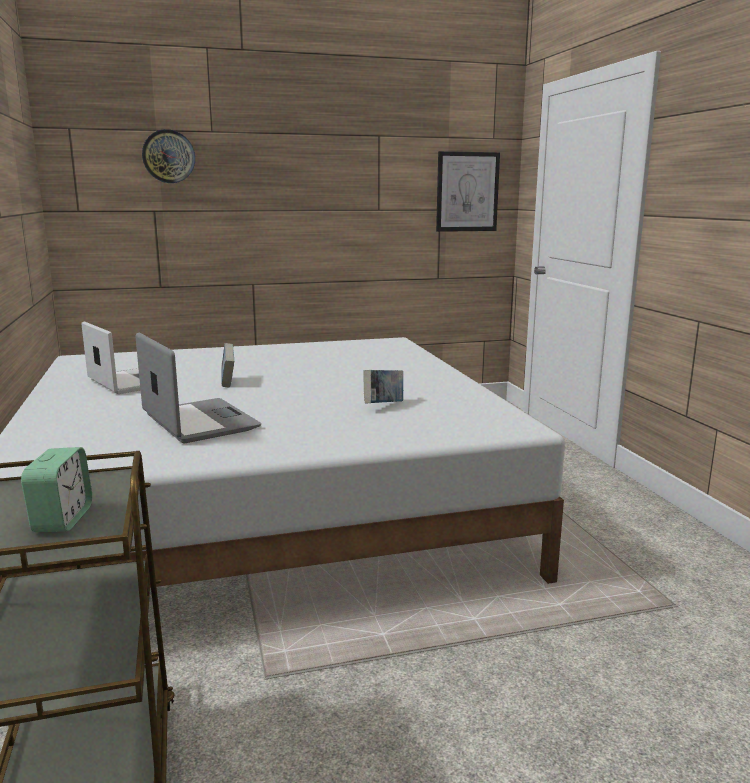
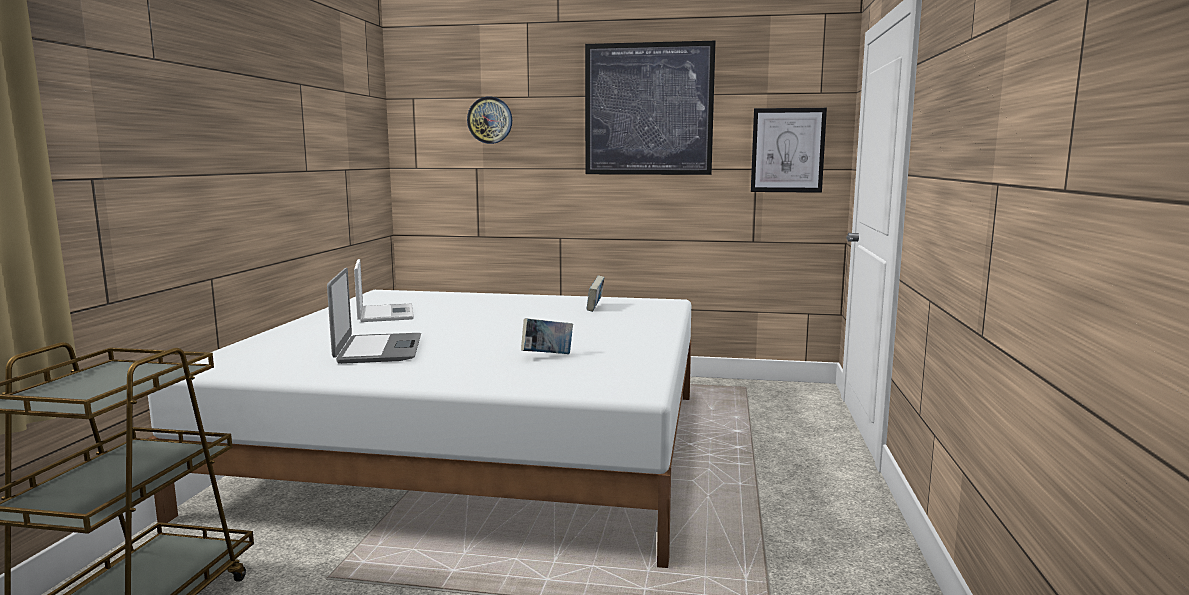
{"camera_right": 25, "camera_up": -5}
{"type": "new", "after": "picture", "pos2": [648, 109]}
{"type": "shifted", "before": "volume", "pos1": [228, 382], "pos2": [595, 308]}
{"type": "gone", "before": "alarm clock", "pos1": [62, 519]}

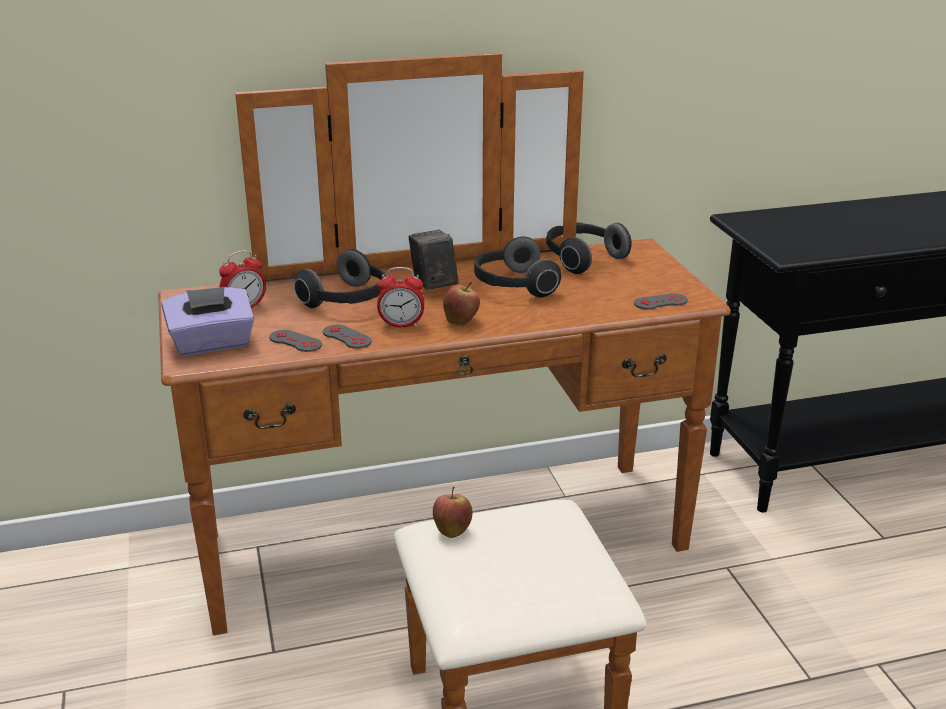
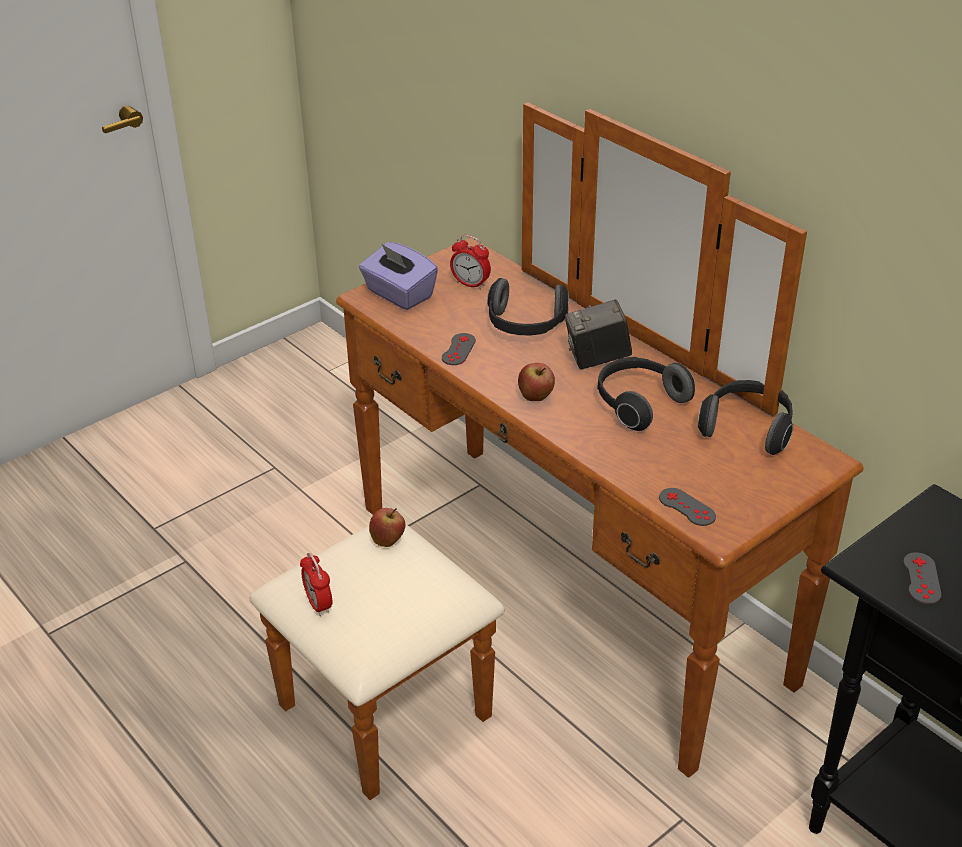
{"camera_right": 65, "camera_up": 10}
{"type": "shifted", "before": "alarm clock", "pos1": [401, 325], "pos2": [318, 604]}
{"type": "rotated", "before": "photo camera", "pos1": [433, 285], "pos2": [597, 359], "turn": -150}
{"type": "shifted", "before": "game controller/greyish", "pos1": [295, 341], "pos2": [921, 578]}

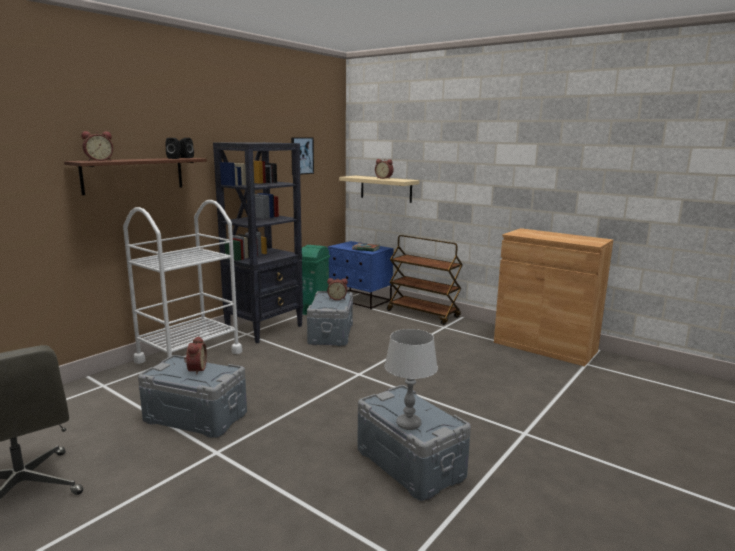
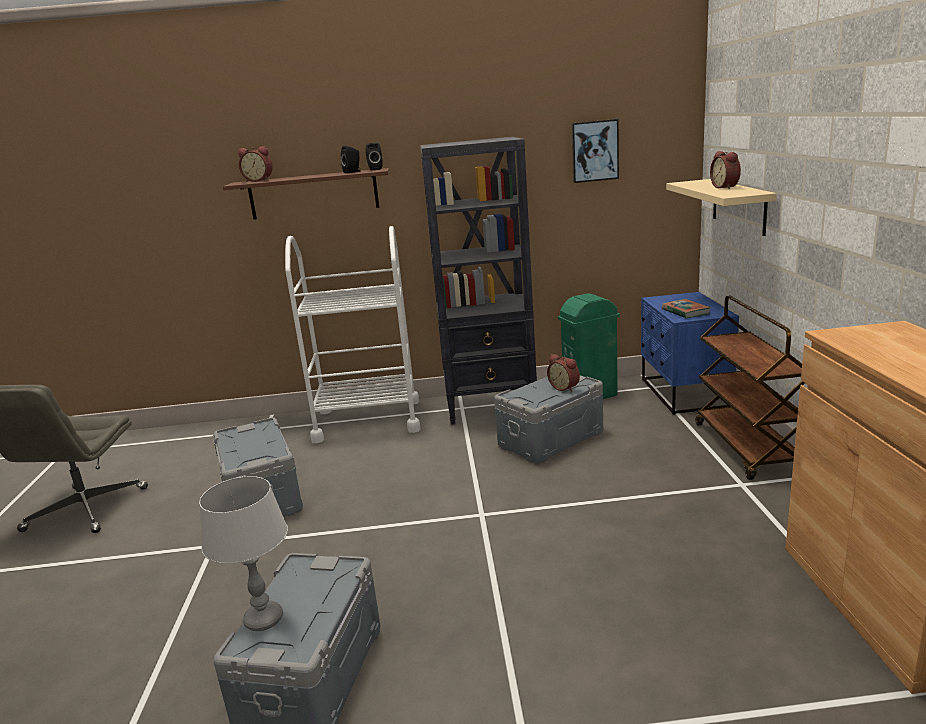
{"camera_right": 50, "camera_up": 5}
{"type": "gone", "before": "alarm clock", "pos1": [195, 369]}

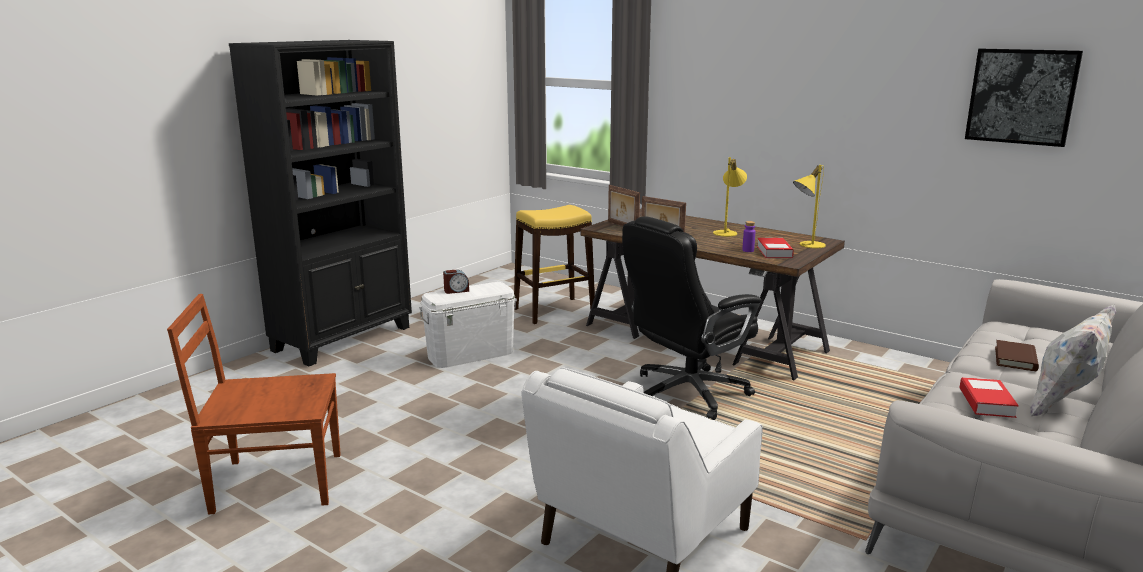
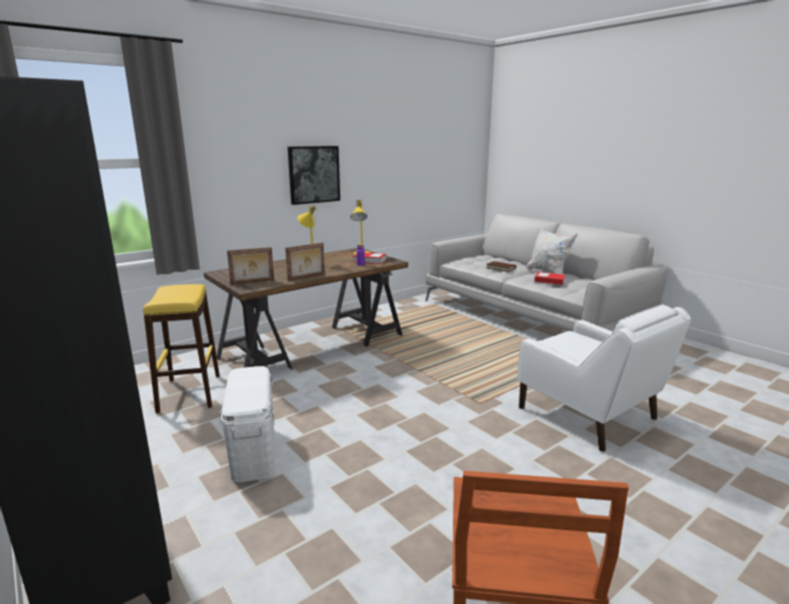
{"camera_right": -75, "camera_up": 0}
{"type": "shifted", "before": "picture", "pos1": [1021, 96], "pos2": [314, 174]}
{"type": "gone", "before": "alarm clock", "pos1": [456, 291]}
{"type": "gone", "before": "desk chair/black-coloured", "pos1": [686, 393]}

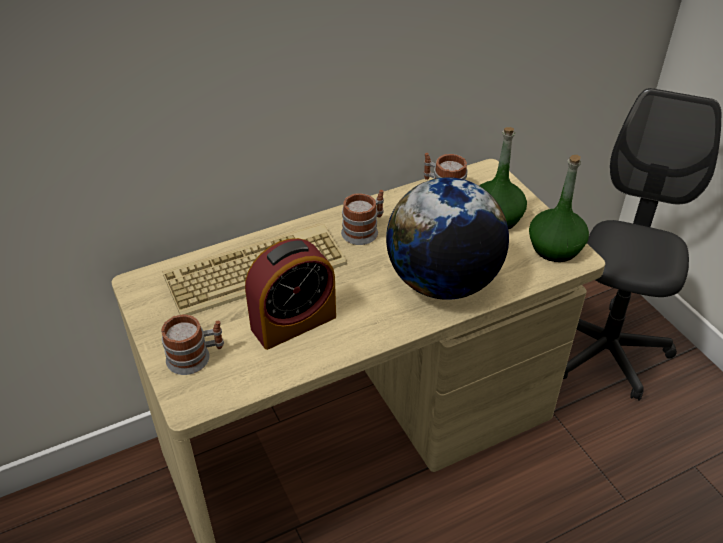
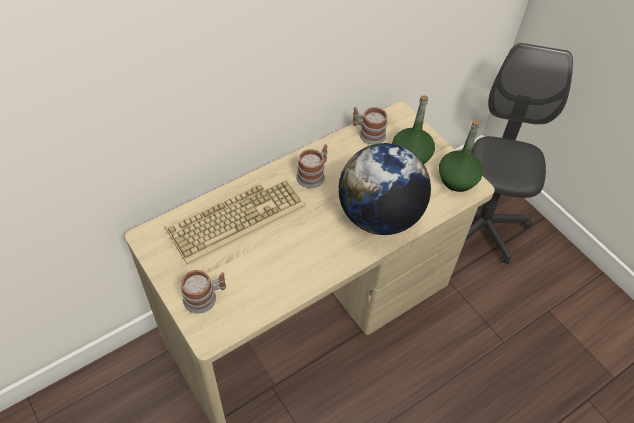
{"camera_right": -10, "camera_up": 10}
{"type": "gone", "before": "alarm clock", "pos1": [293, 322]}

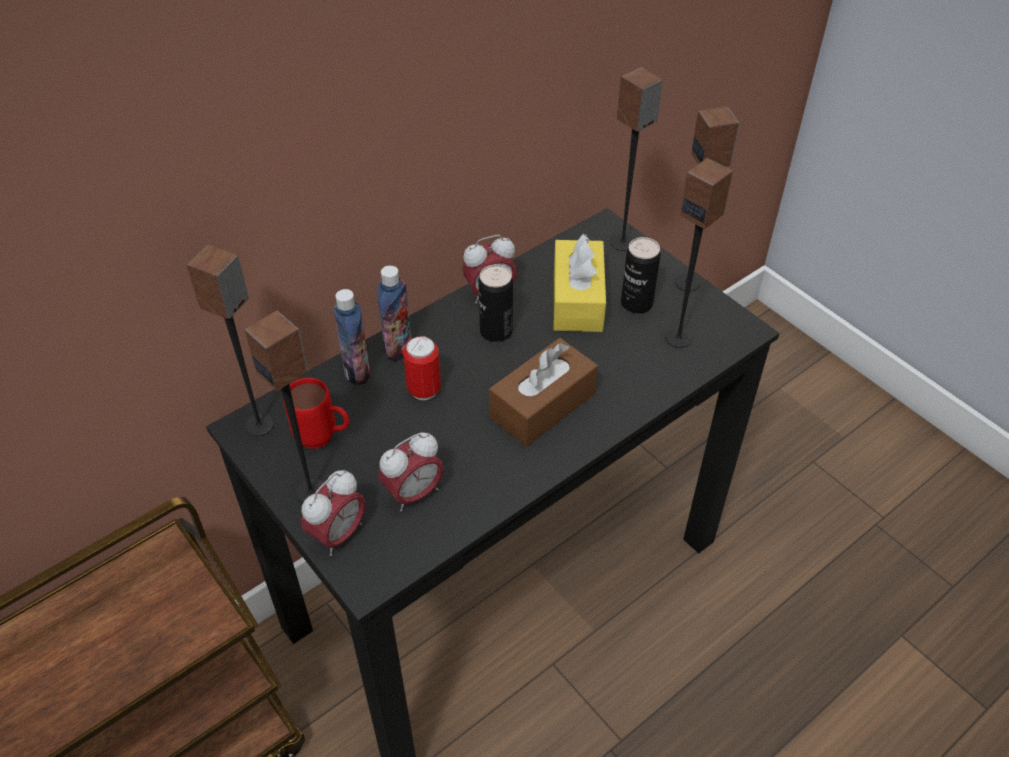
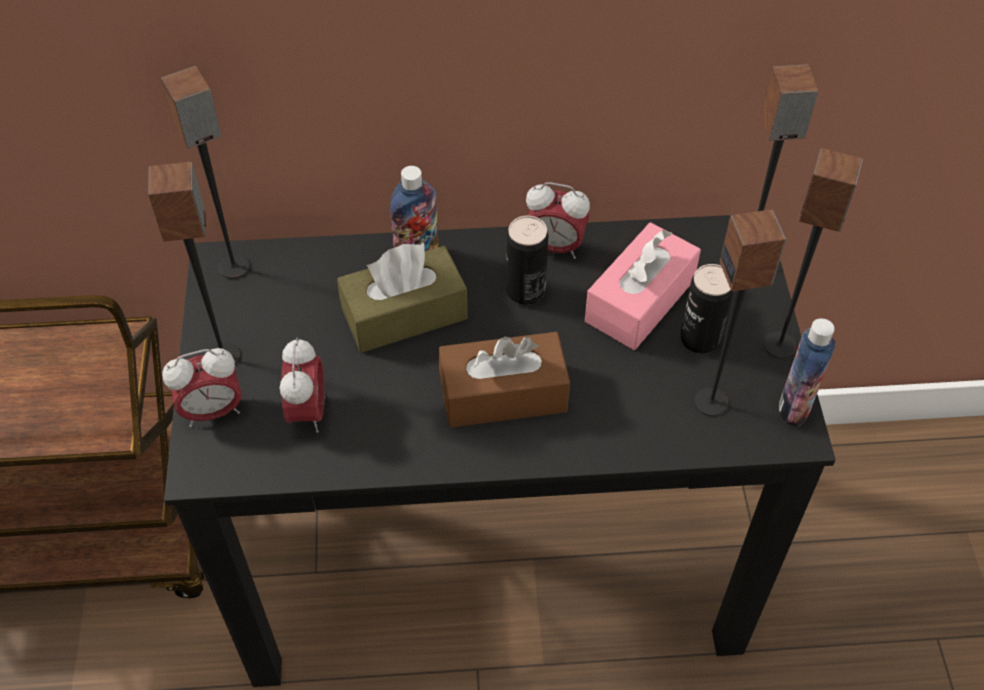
{"camera_right": 35, "camera_up": 5}
{"type": "rotated", "before": "alarm clock", "pos1": [414, 494], "pos2": [308, 412], "turn": -90}
{"type": "swapped", "before": "can", "after": "tissue holder/brownish", "pos1": [424, 390], "pos2": [404, 314]}
{"type": "repainted", "before": "tissue holder/yellowish", "after": "tissue holder/pink", "pos1": [577, 299], "pos2": [640, 300]}
{"type": "shifted", "before": "beverage bottle", "pos1": [357, 371], "pos2": [794, 406]}
{"type": "gone", "before": "coffee mug/reddish", "pos1": [324, 439]}

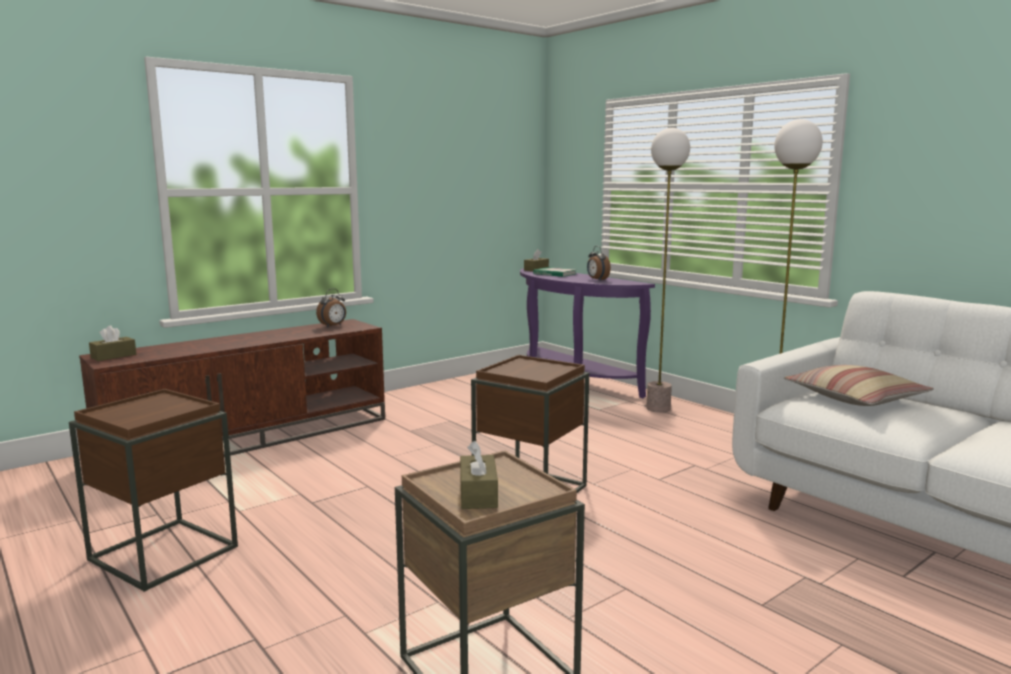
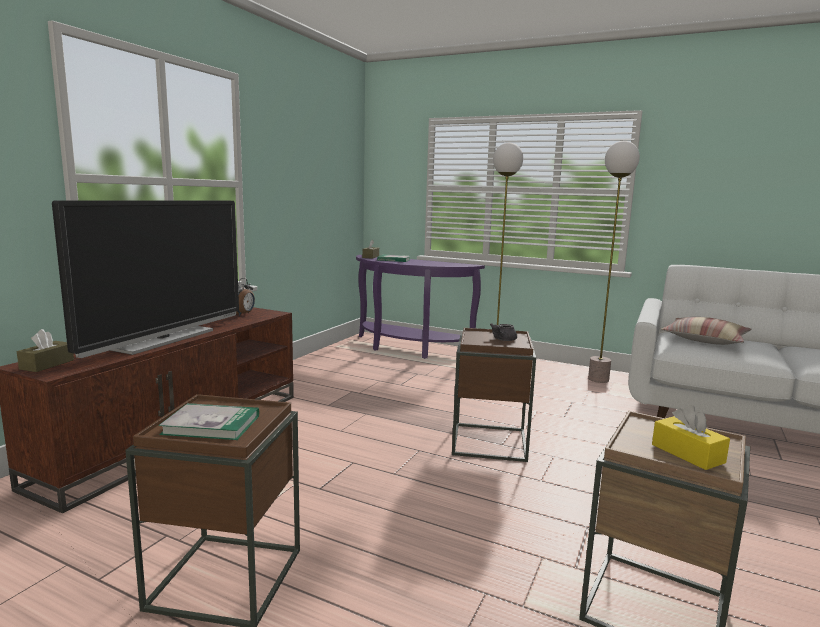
{"camera_right": -25, "camera_up": 0}
{"type": "new", "after": "television", "pos2": [164, 339]}
{"type": "new", "after": "volume", "pos2": [211, 425]}
{"type": "new", "after": "teapot/greyish", "pos2": [502, 339]}
{"type": "repainted", "before": "tissue holder/brownish", "after": "tissue holder/yellowish", "pos1": [478, 494], "pos2": [687, 453]}
{"type": "gone", "before": "alarm clock", "pos1": [597, 280]}

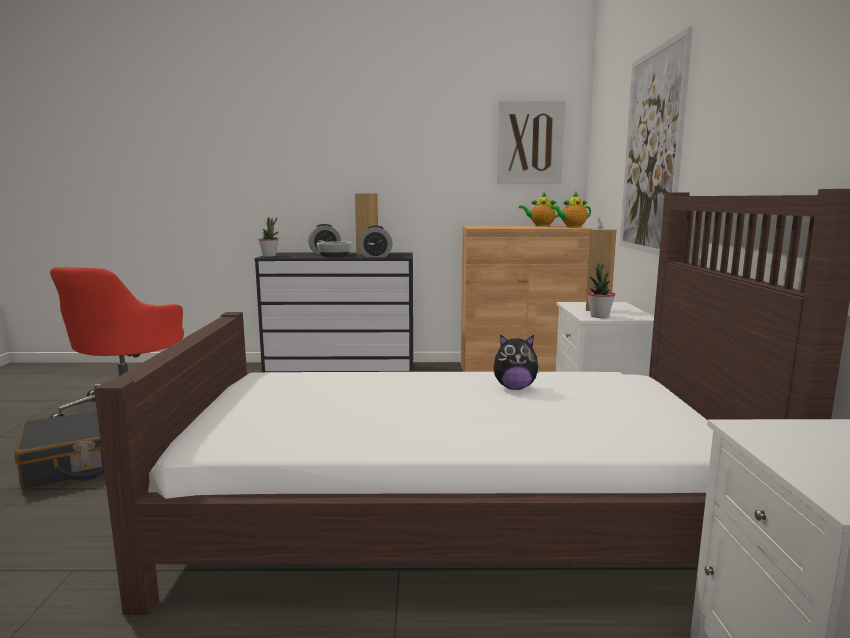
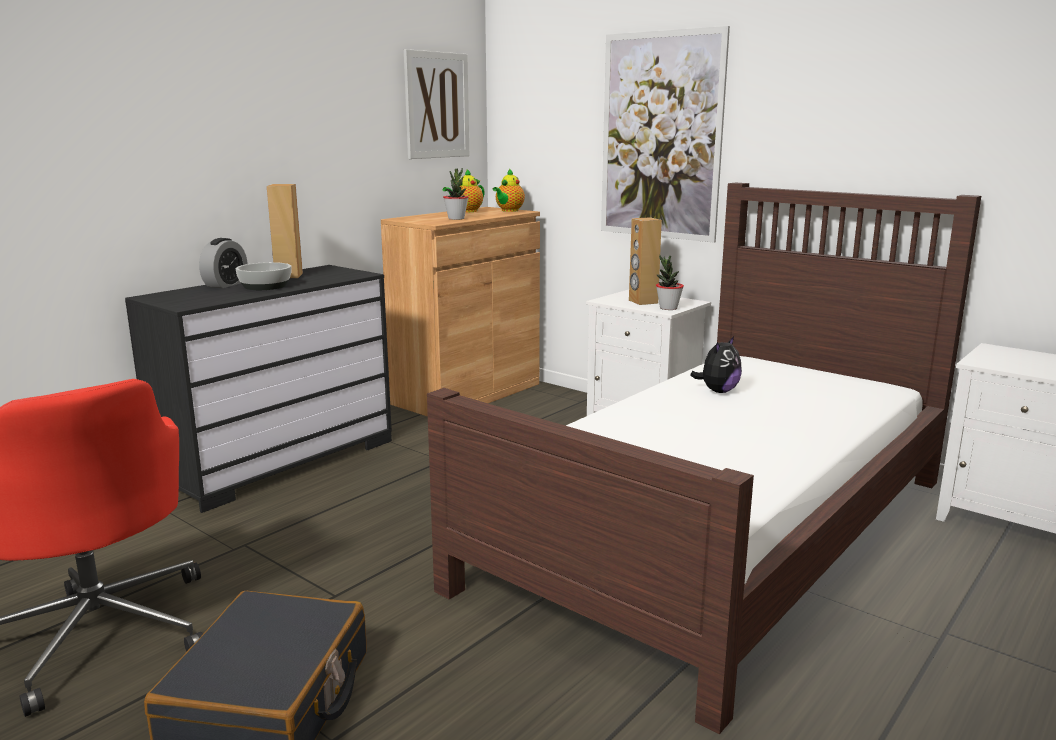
{"camera_right": -50, "camera_up": 5}
{"type": "shifted", "before": "plant in a pot", "pos1": [269, 256], "pos2": [456, 218]}
{"type": "gone", "before": "alarm clock", "pos1": [376, 256]}

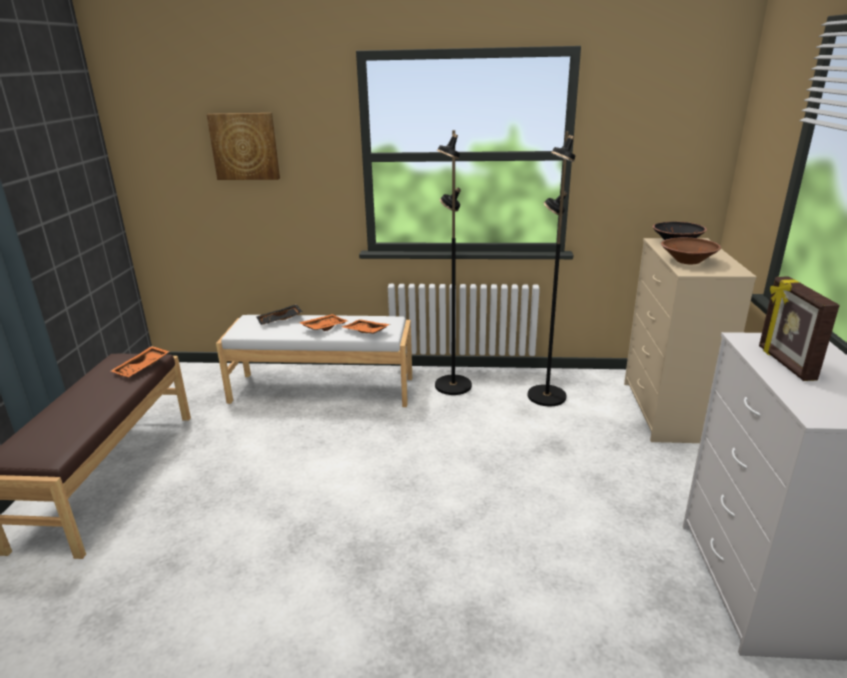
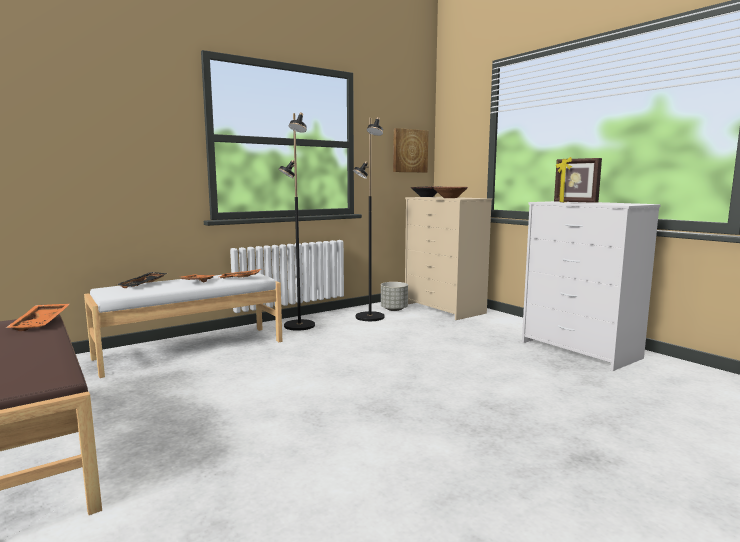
{"camera_right": -40, "camera_up": -15}
{"type": "new", "after": "flower pot/greyish", "pos2": [394, 309]}
{"type": "shifted", "before": "picture", "pos1": [245, 146], "pos2": [409, 151]}

